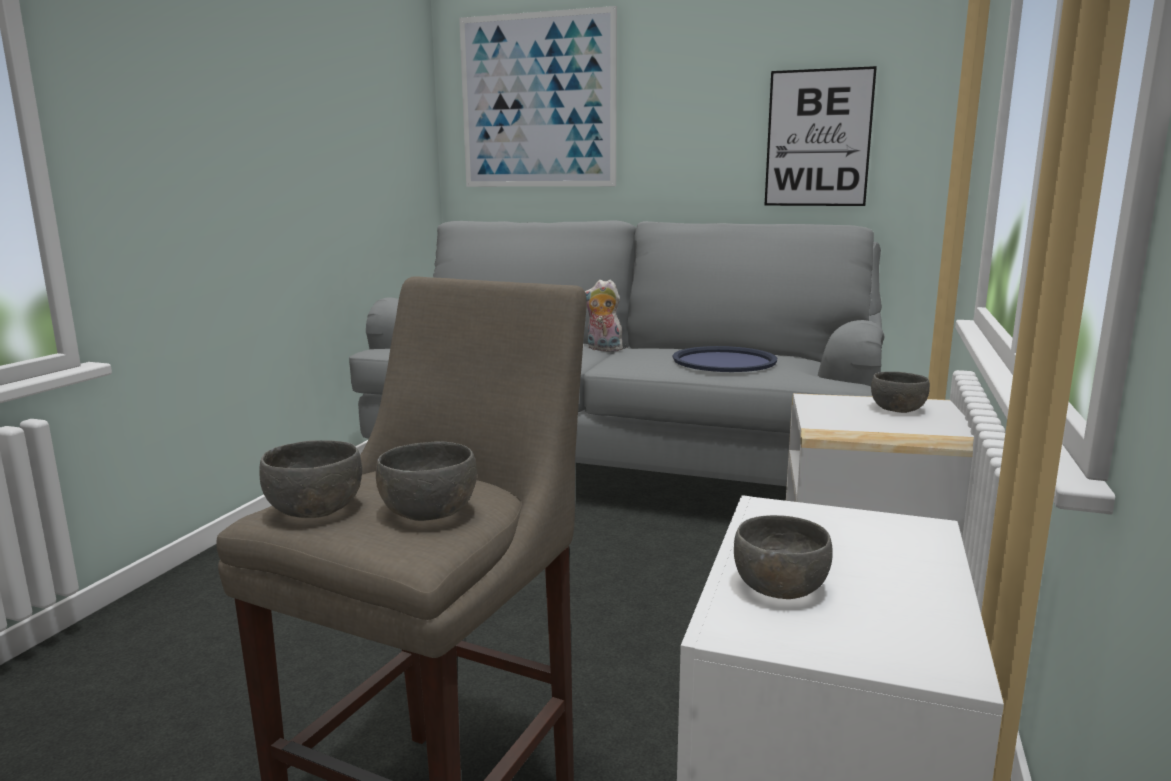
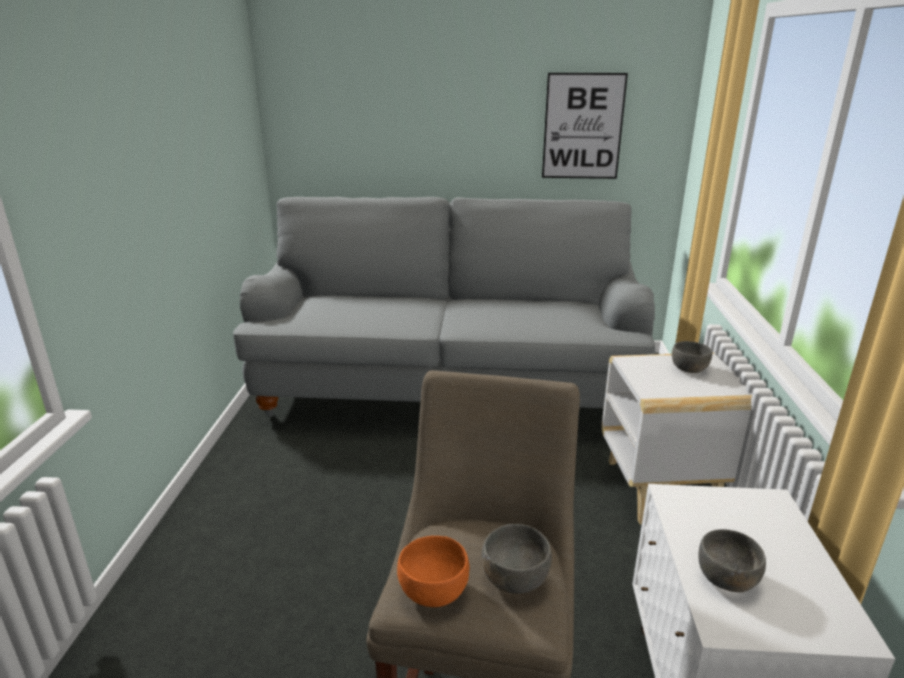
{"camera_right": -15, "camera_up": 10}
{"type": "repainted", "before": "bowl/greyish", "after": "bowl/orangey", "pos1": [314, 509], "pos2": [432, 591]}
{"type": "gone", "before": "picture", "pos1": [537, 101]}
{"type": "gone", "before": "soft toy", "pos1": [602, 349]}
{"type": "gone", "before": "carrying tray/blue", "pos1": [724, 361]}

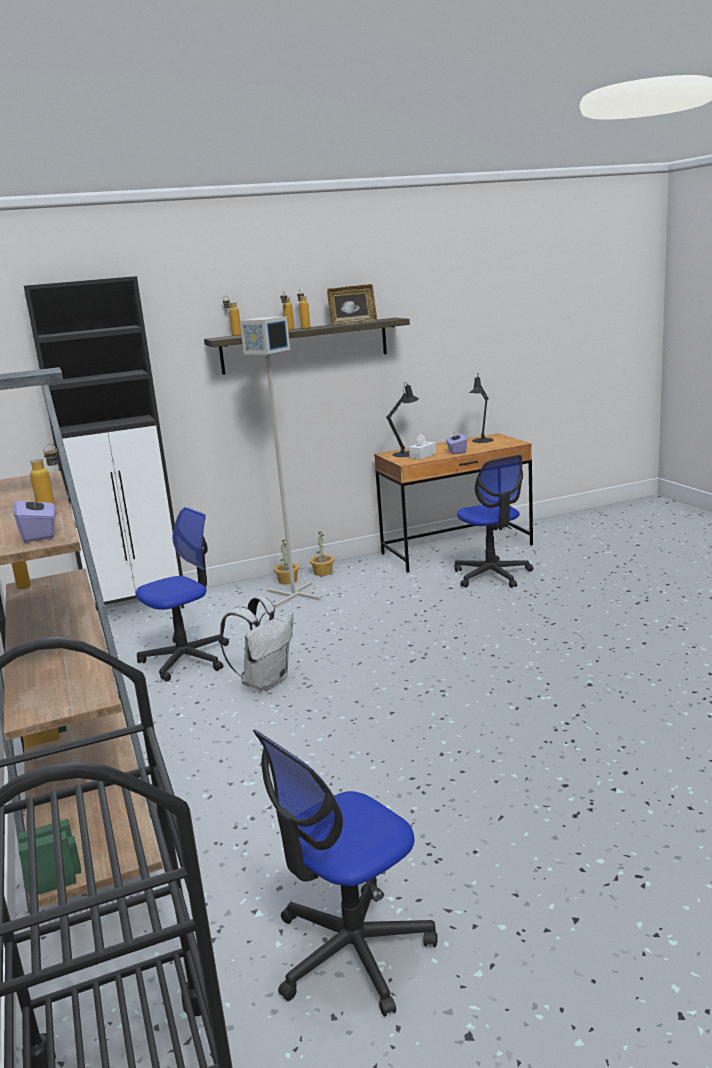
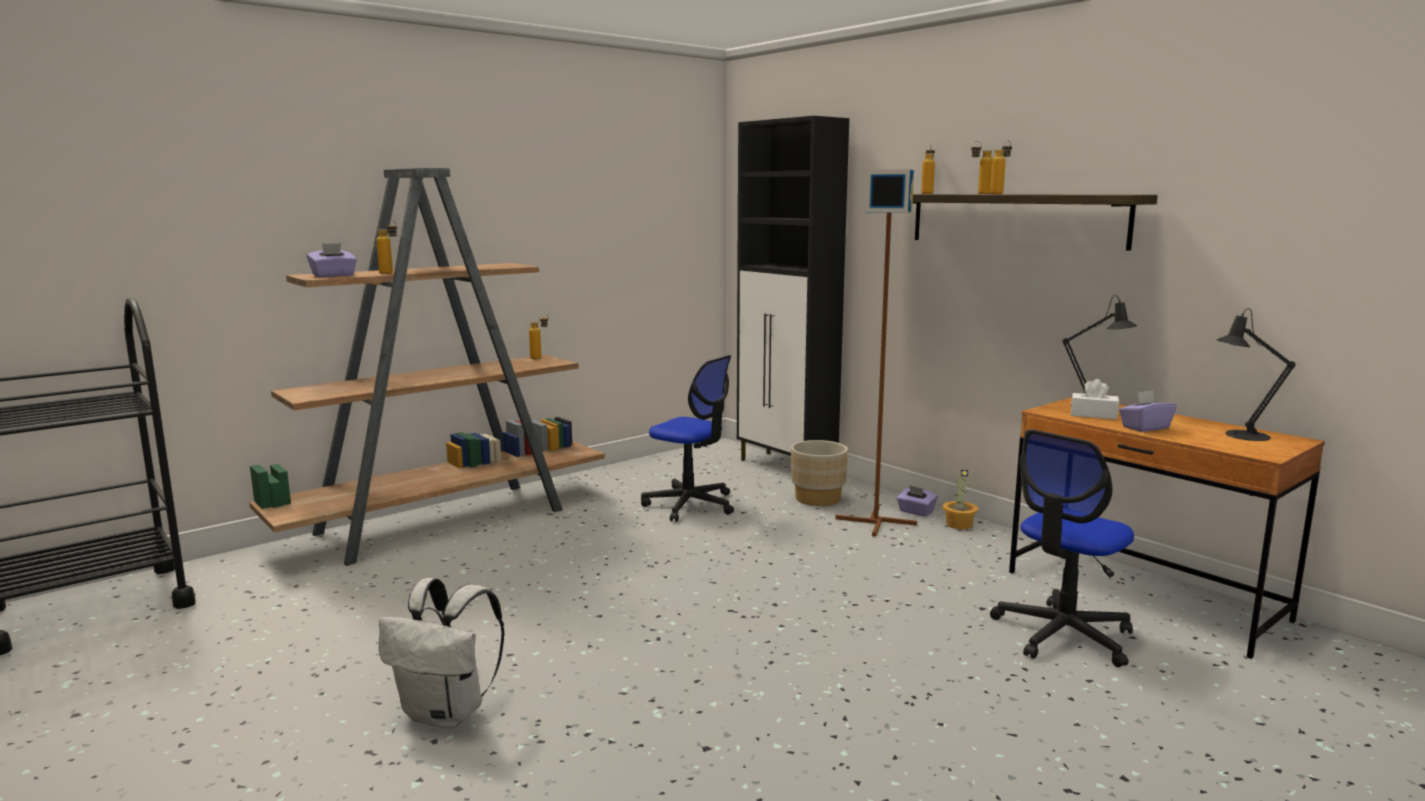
{"camera_right": 70, "camera_up": -5}
{"type": "shifted", "before": "backpack/white-coloured", "pos1": [265, 681], "pos2": [447, 713]}
{"type": "new", "after": "flower pot/sand-coloured", "pos2": [818, 498]}
{"type": "repainted", "before": "floor lamp/greyish", "after": "floor lamp/brownish", "pos1": [292, 595], "pos2": [875, 521]}
{"type": "swapped", "before": "plant in a pot", "after": "tissue holder/purple-coloured", "pos1": [287, 580], "pos2": [916, 511]}
{"type": "gone", "before": "desk chair", "pos1": [352, 951]}
{"type": "gone", "before": "standing frame", "pos1": [353, 323]}

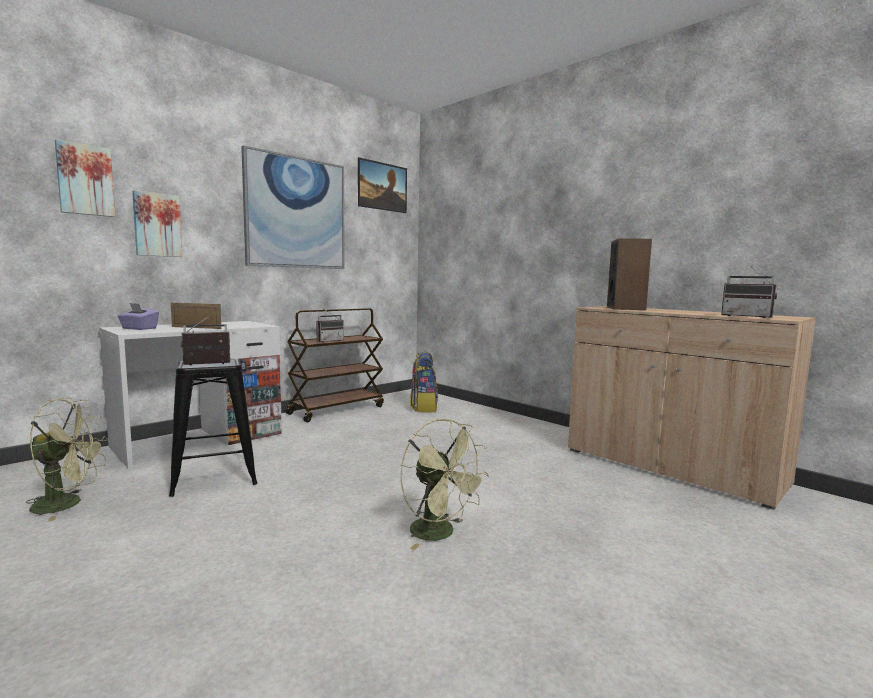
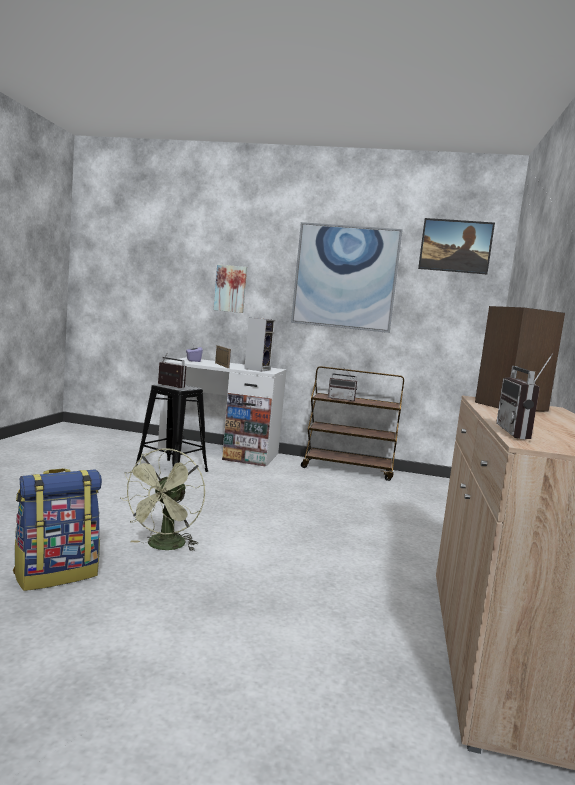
{"camera_right": 55, "camera_up": 0}
{"type": "shifted", "before": "backpack", "pos1": [423, 407], "pos2": [56, 574]}
{"type": "new", "after": "loudspeaker", "pos2": [257, 369]}
{"type": "gone", "before": "cooling fan/greenish", "pos1": [68, 504]}
{"type": "gone", "before": "picture", "pos1": [85, 180]}

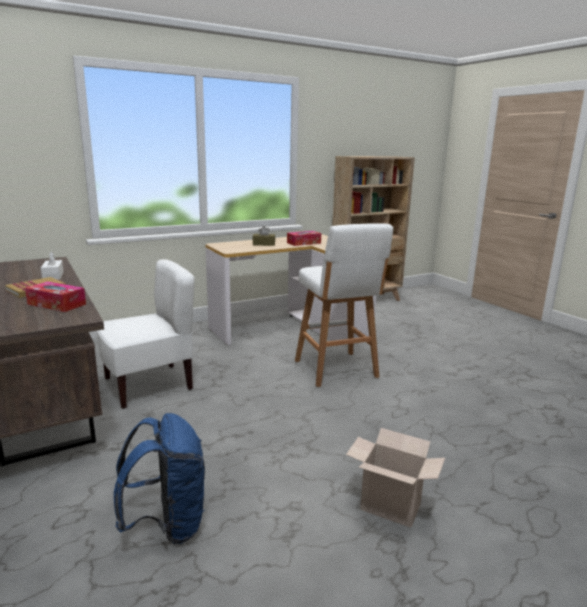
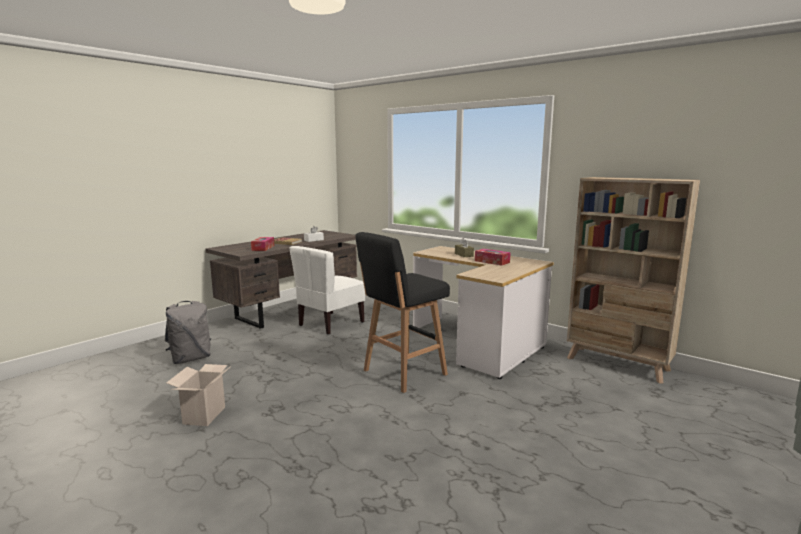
{"camera_right": 70, "camera_up": -5}
{"type": "repainted", "before": "backpack/blue", "after": "backpack/greyish", "pos1": [168, 524], "pos2": [190, 359]}
{"type": "rotated", "before": "plain chair/white-coloured", "pos1": [149, 385], "pos2": [330, 323], "turn": 90}
{"type": "repainted", "before": "stool seat/white-coloured", "after": "stool seat/black-coloured", "pos1": [337, 370], "pos2": [402, 373]}

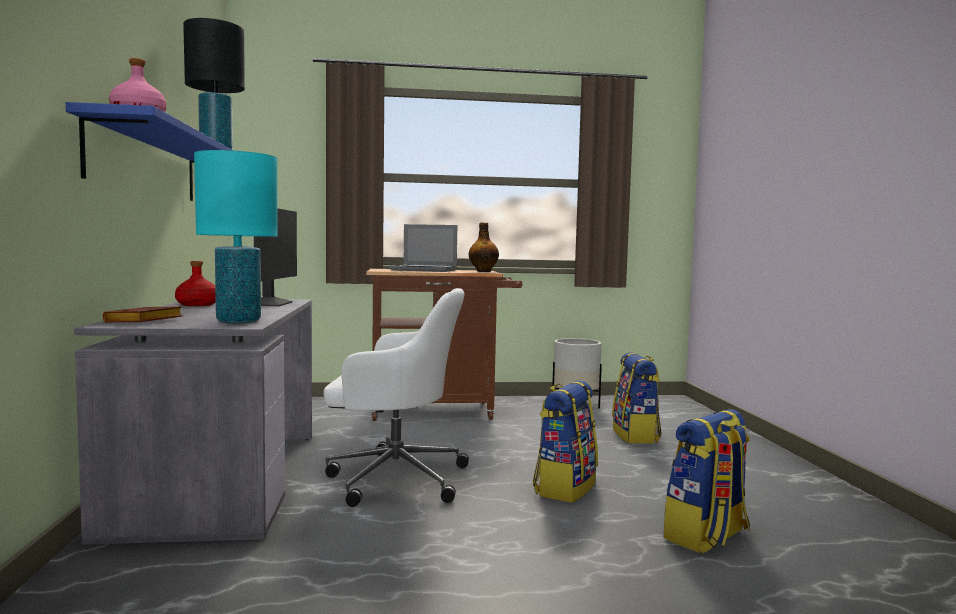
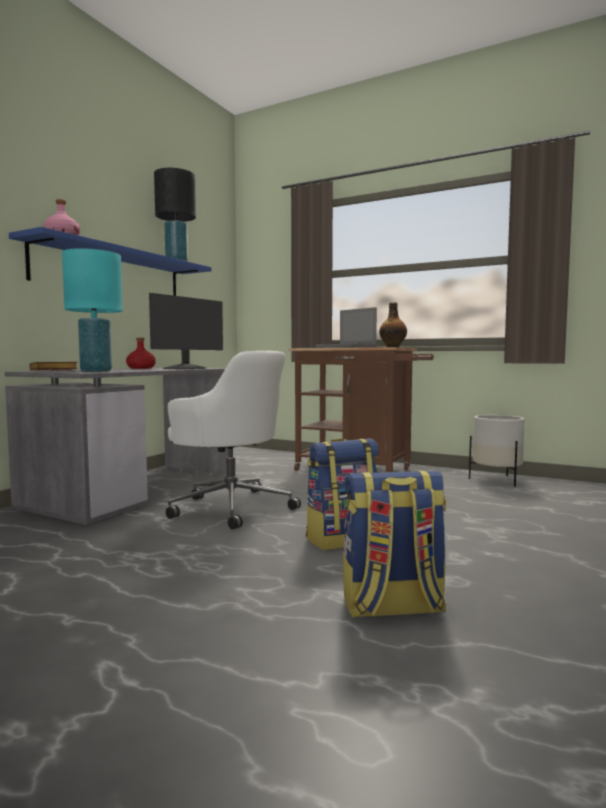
{"camera_right": 35, "camera_up": 0}
{"type": "gone", "before": "backpack", "pos1": [636, 436]}

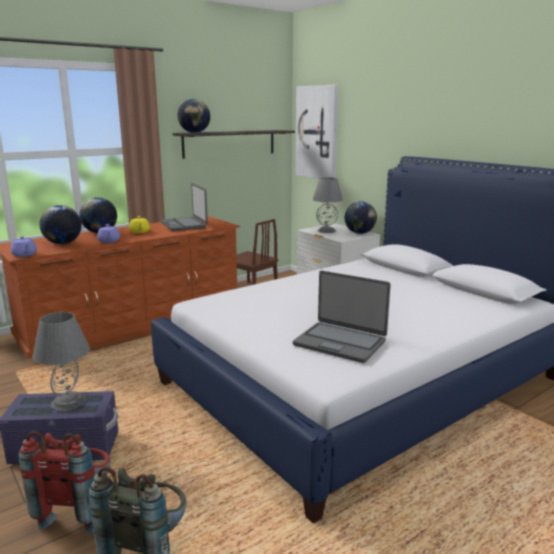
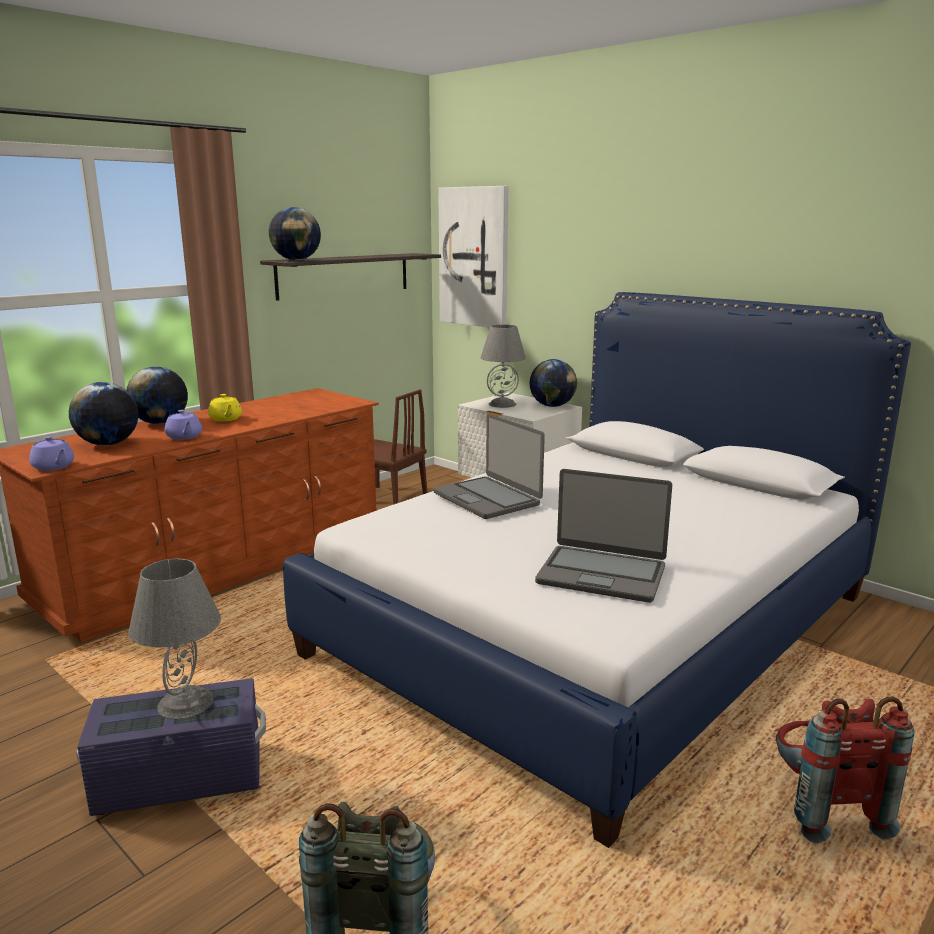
{"camera_right": -10, "camera_up": 0}
{"type": "shifted", "before": "laptop", "pos1": [184, 225], "pos2": [487, 498]}
{"type": "shifted", "before": "backpack/reddish", "pos1": [78, 508], "pos2": [823, 807]}

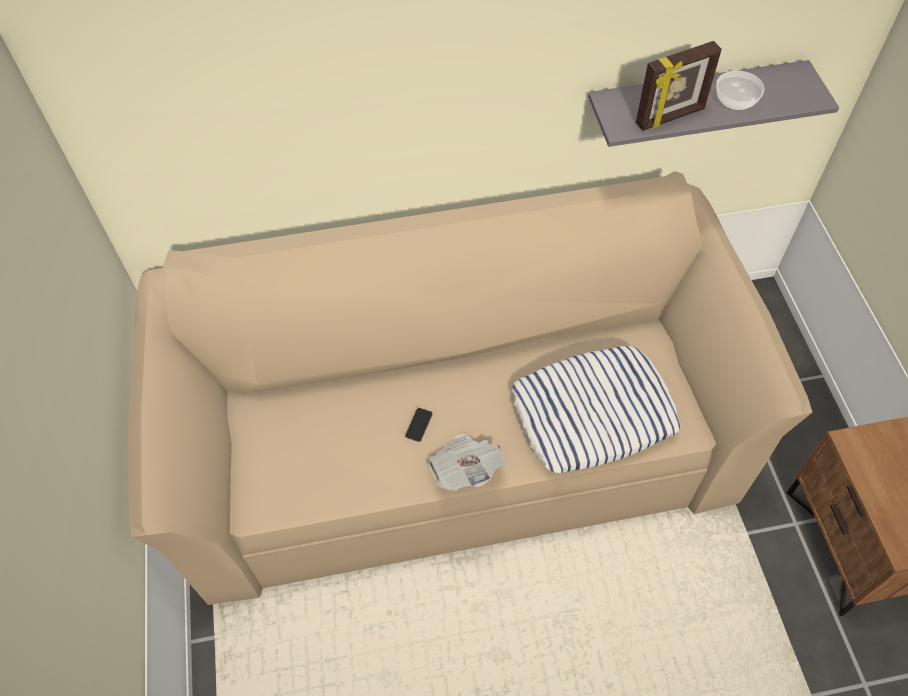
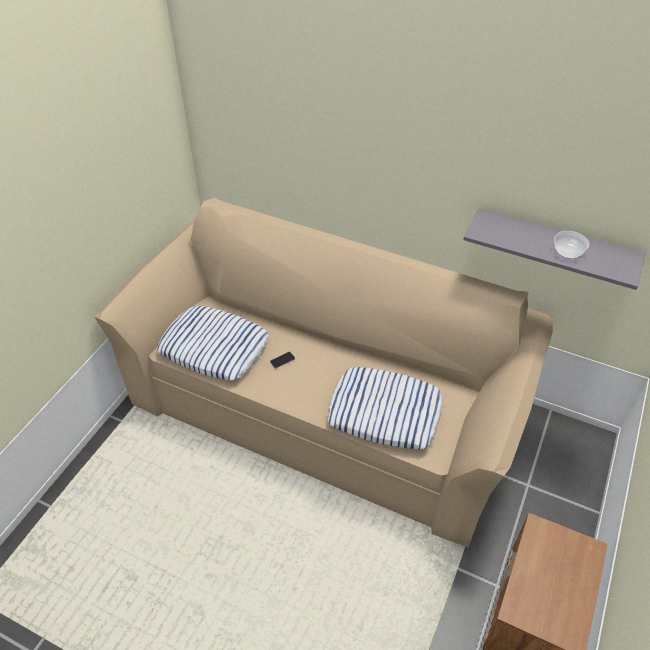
{"camera_right": 35, "camera_up": -10}
{"type": "new", "after": "throw pillow", "pos2": [215, 348]}
{"type": "gone", "before": "daily paper", "pos1": [465, 469]}
{"type": "gone", "before": "standing frame", "pos1": [670, 117]}

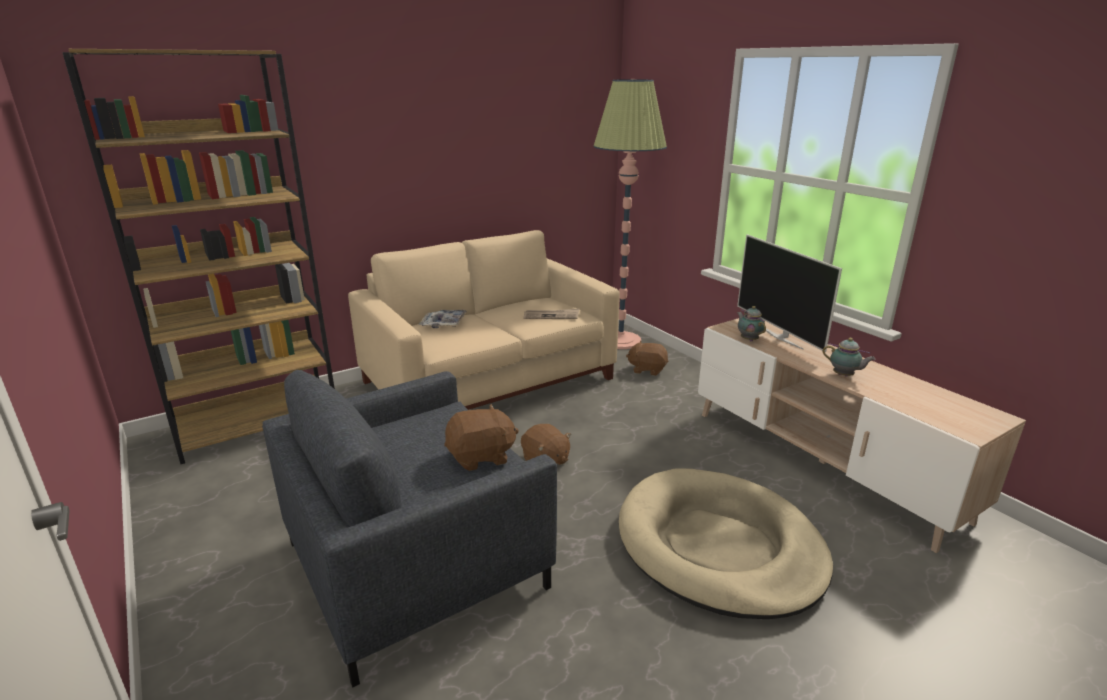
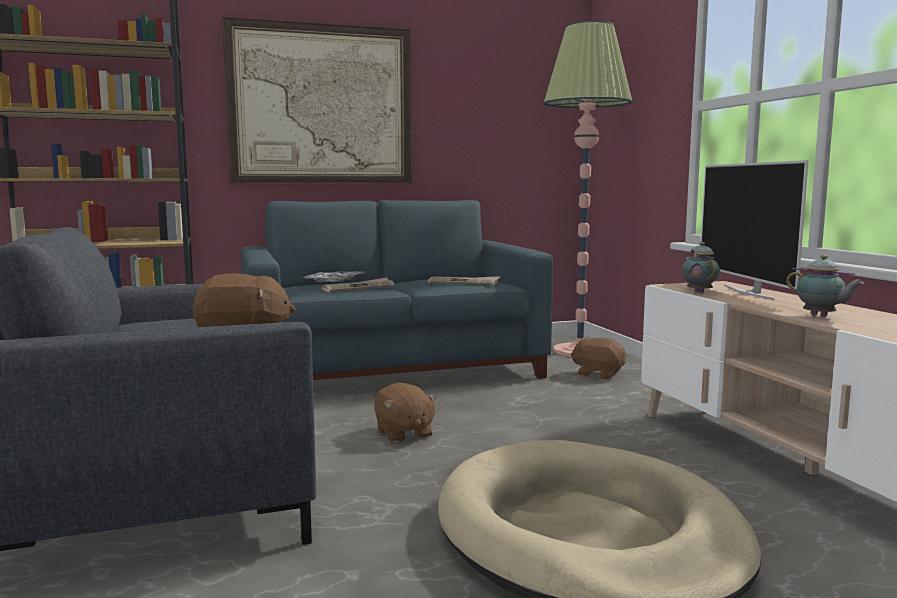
{"camera_right": 15, "camera_up": -15}
{"type": "new", "after": "picture", "pos2": [321, 105]}
{"type": "repainted", "before": "couch/sand-coloured", "after": "couch/blue", "pos1": [490, 380], "pos2": [392, 368]}
{"type": "new", "after": "daily paper", "pos2": [358, 288]}

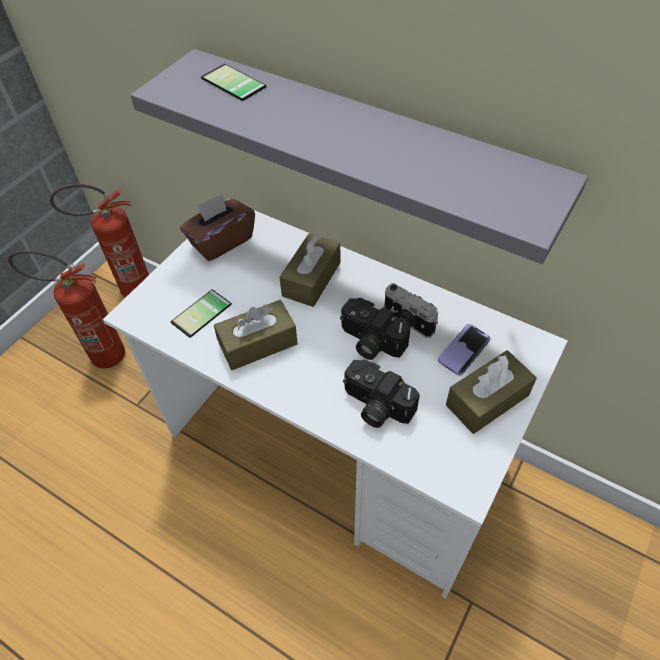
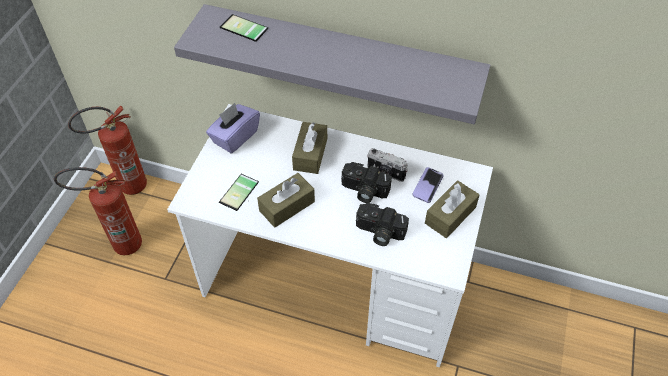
{"camera_right": -15, "camera_up": 0}
{"type": "repainted", "before": "tissue holder/brownish", "after": "tissue holder/purple-coloured", "pos1": [221, 241], "pos2": [235, 137]}

